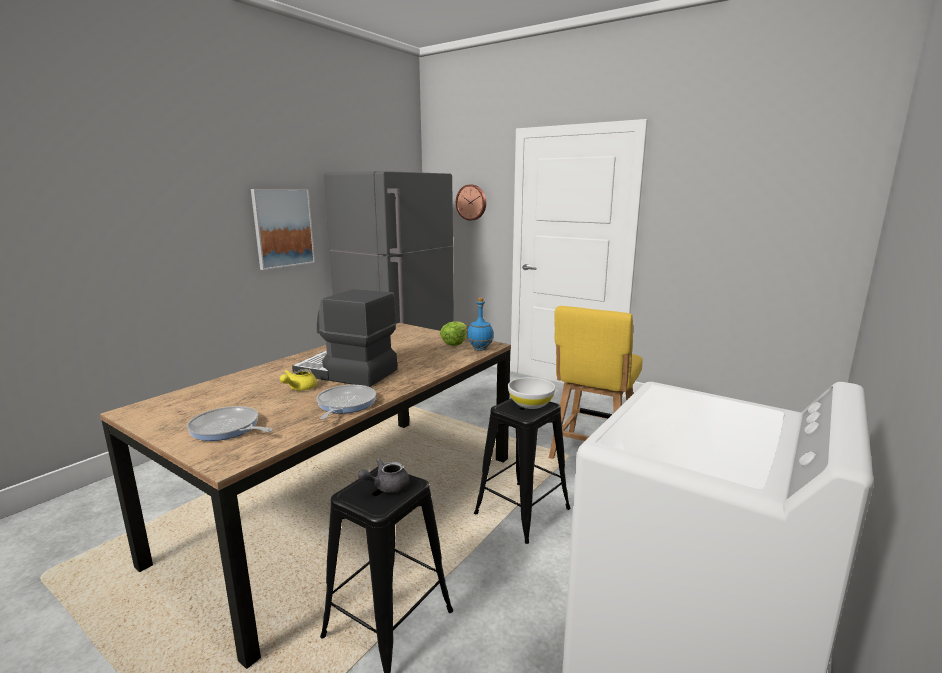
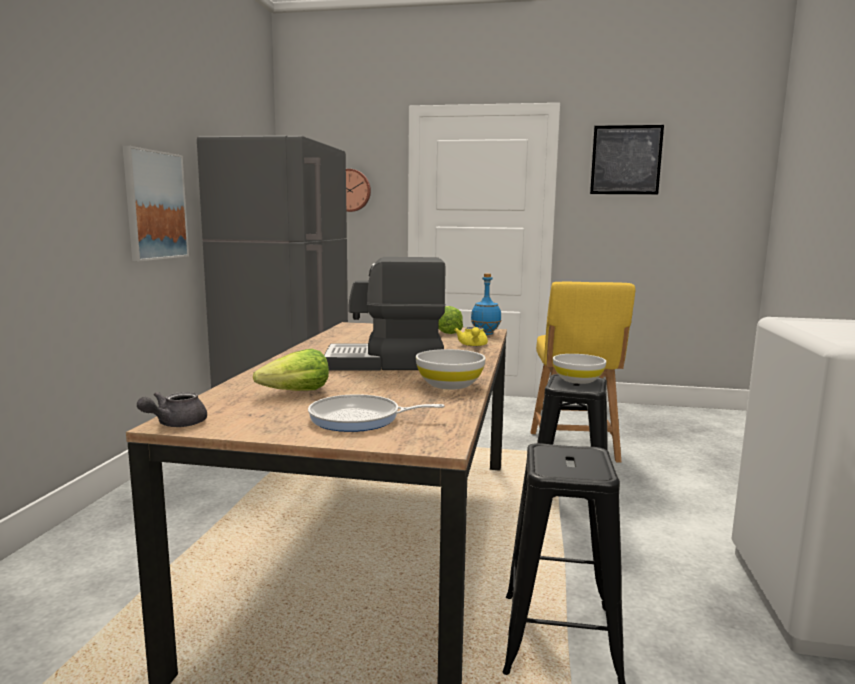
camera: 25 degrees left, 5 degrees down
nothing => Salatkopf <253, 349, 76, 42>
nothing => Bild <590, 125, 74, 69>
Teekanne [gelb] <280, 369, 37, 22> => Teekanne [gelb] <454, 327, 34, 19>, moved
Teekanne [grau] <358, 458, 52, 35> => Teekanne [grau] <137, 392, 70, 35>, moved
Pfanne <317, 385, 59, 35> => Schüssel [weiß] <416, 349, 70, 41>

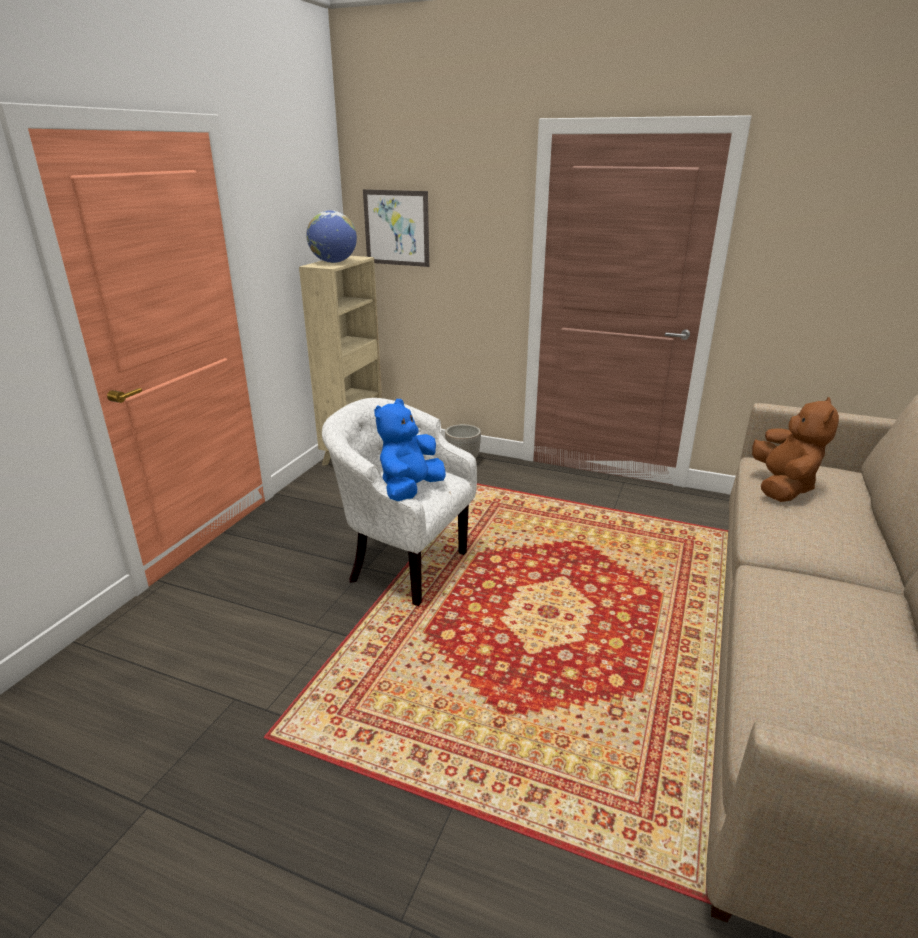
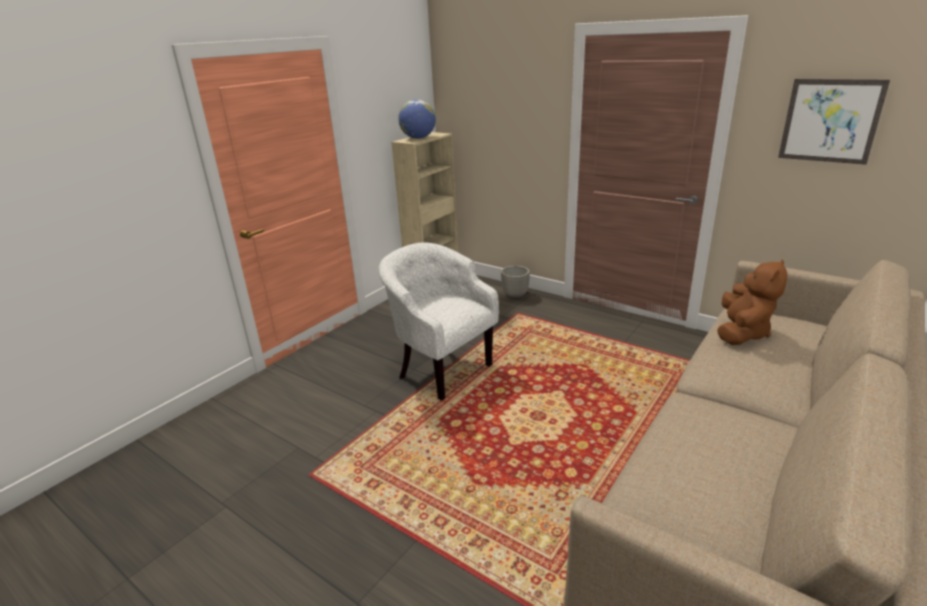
camera: 15 degrees right, 0 degrees up
Plüschtier [blau] <374, 399, 72, 102> => nothing
Bild <363, 189, 66, 78> => Bild <778, 79, 112, 86>, moved

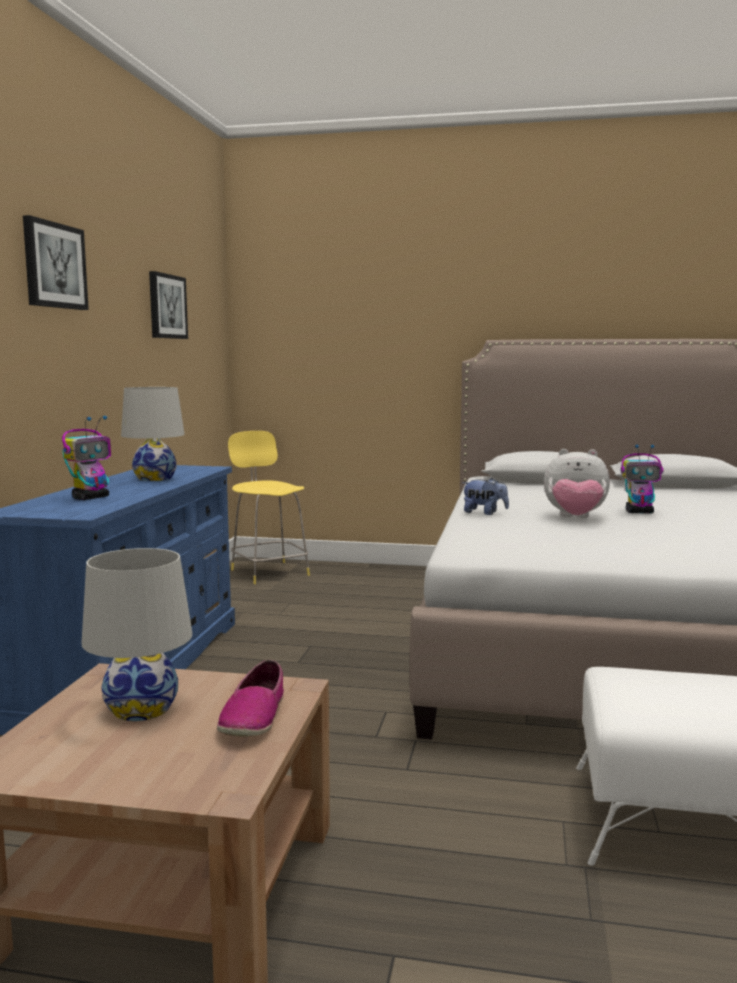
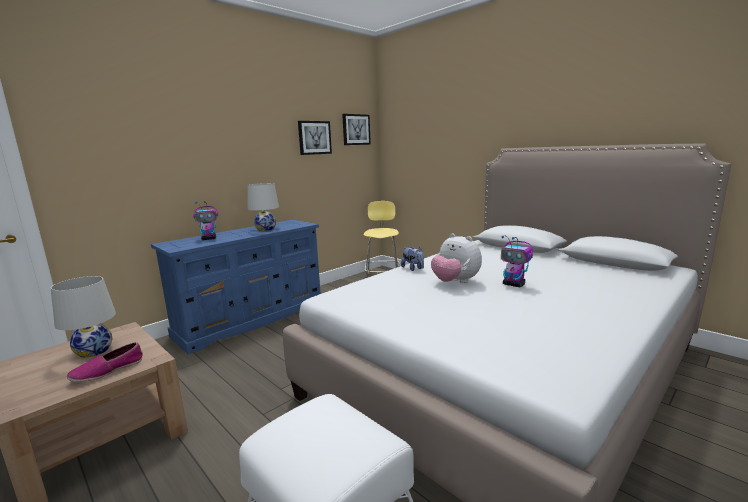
camera: 35 degrees right, 5 degrees up
Bild <23, 215, 66, 95> => Bild <342, 114, 29, 31>, moved

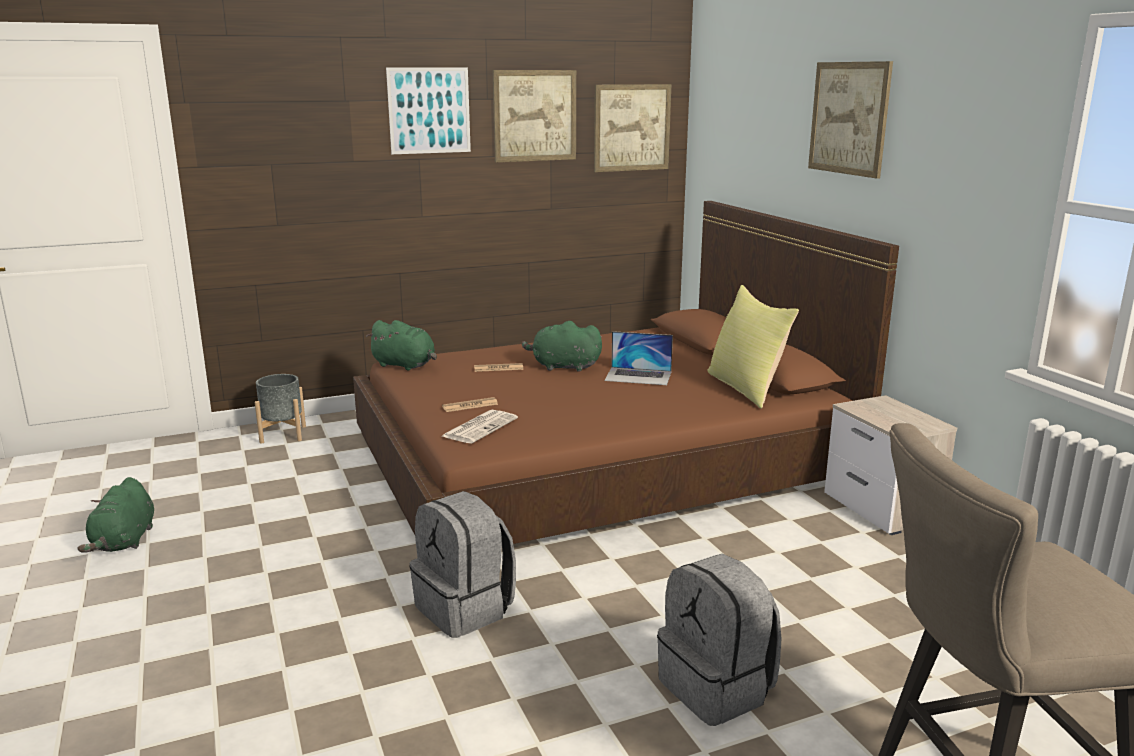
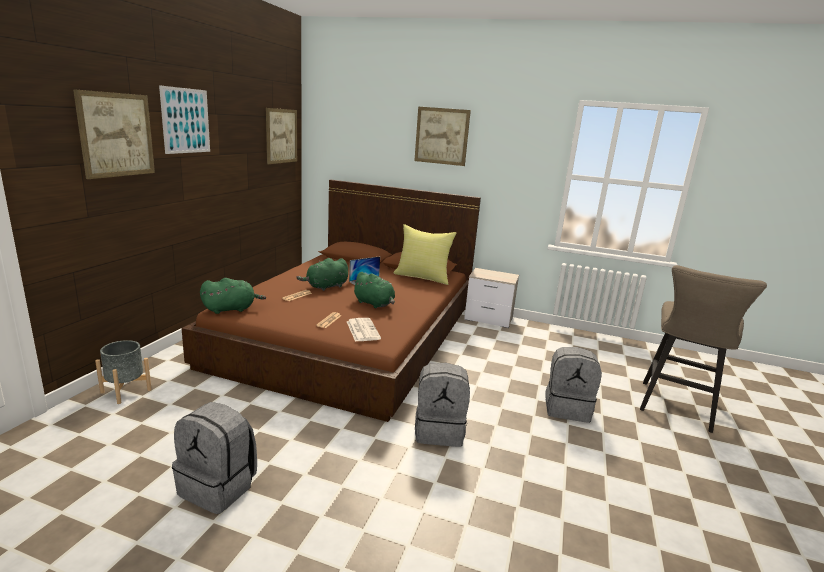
camera: 50 degrees left, 0 degrees up
nothing => Rucksack [grau] <172, 402, 85, 112>
Plüschtier [grün] <77, 477, 77, 76> => Plüschtier [grün] <352, 272, 43, 36>, moved
Bild <493, 70, 83, 92> => Bild <73, 89, 82, 90>, moved

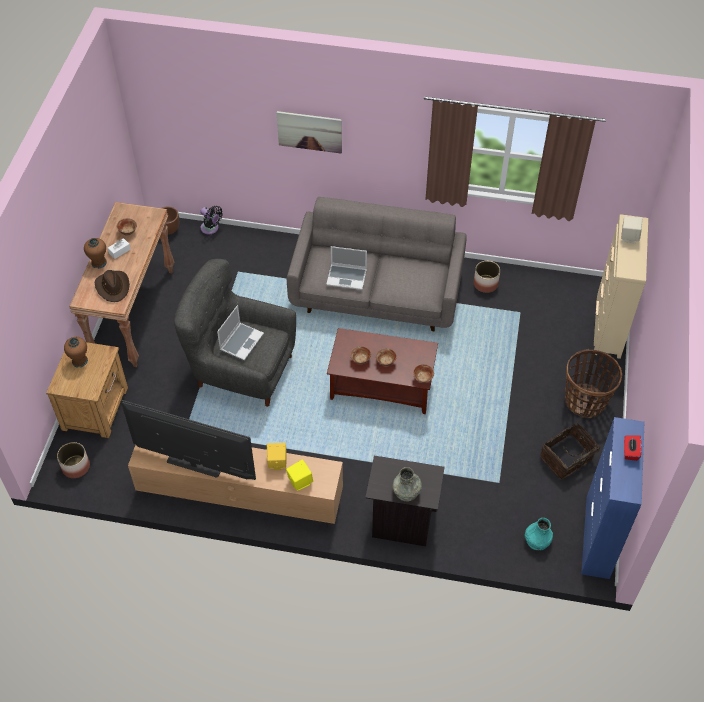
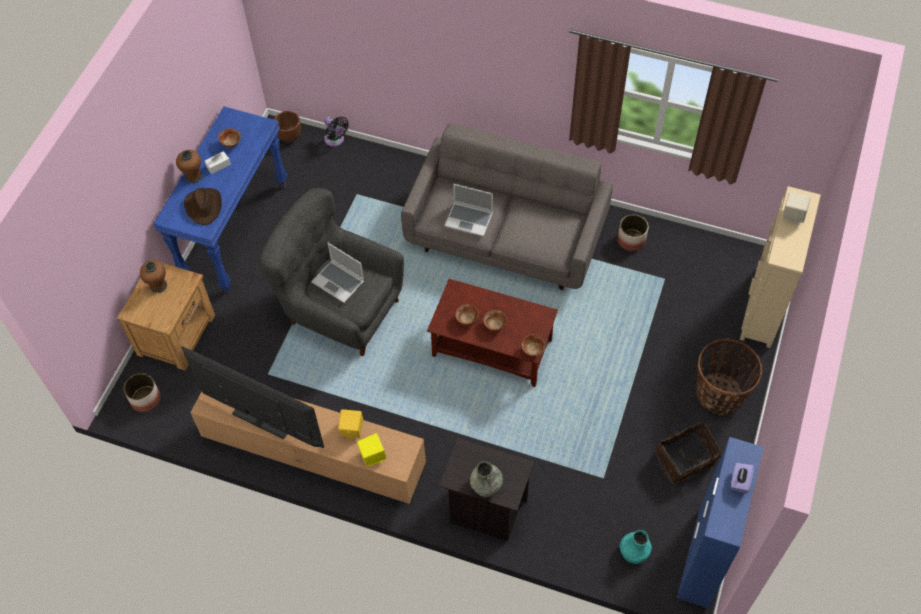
camera: 10 degrees right, 5 degrees up
Bild <277, 111, 65, 43> => nothing
Konsolentisch [braun] <69, 202, 105, 165> => Konsolentisch [blau] <153, 107, 134, 186>
Taschentuchbox [rot] <624, 435, 18, 26> => Taschentuchbox [lila] <731, 463, 23, 30>
Laptop <217, 305, 47, 55> => Laptop <311, 243, 53, 60>, 90 degrees clockwise

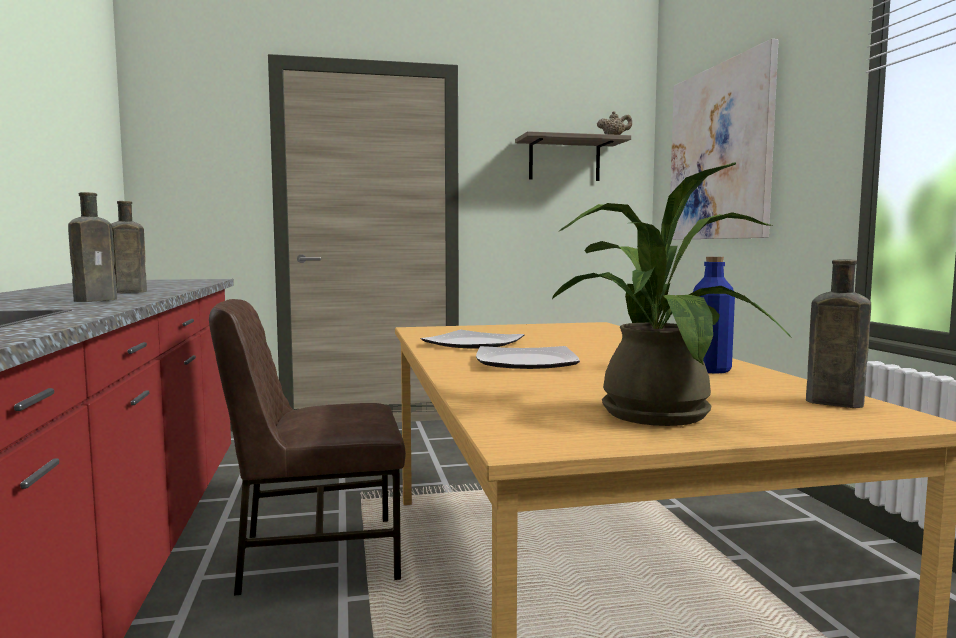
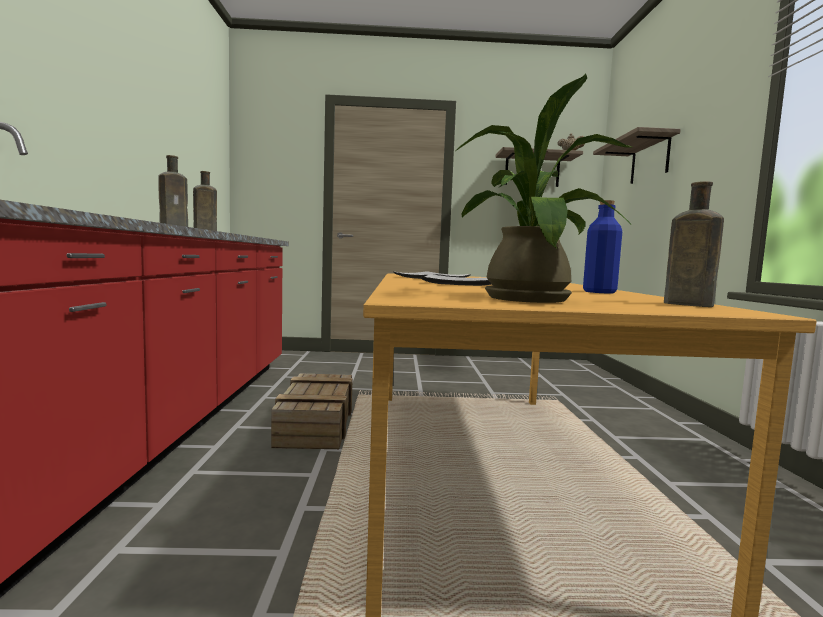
camera: 10 degrees right, 0 degrees up
Stuhl [braun] <209, 299, 197, 297> => Kiste <271, 373, 82, 76>
Bild <670, 39, 109, 201> => Wandregal <593, 127, 88, 57>

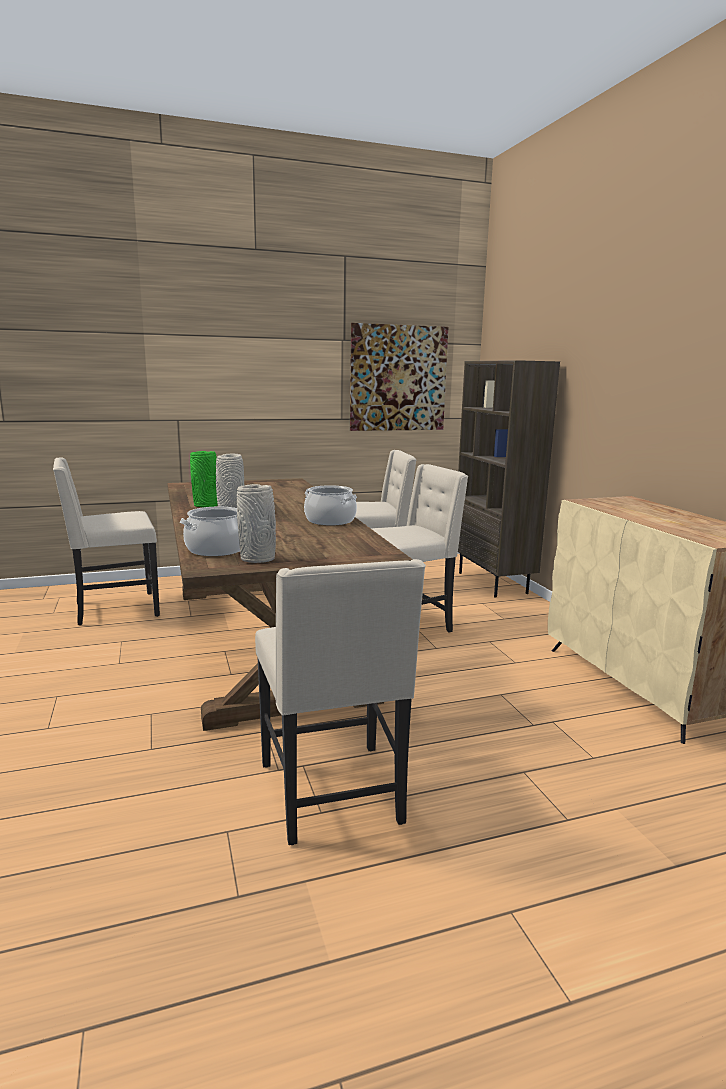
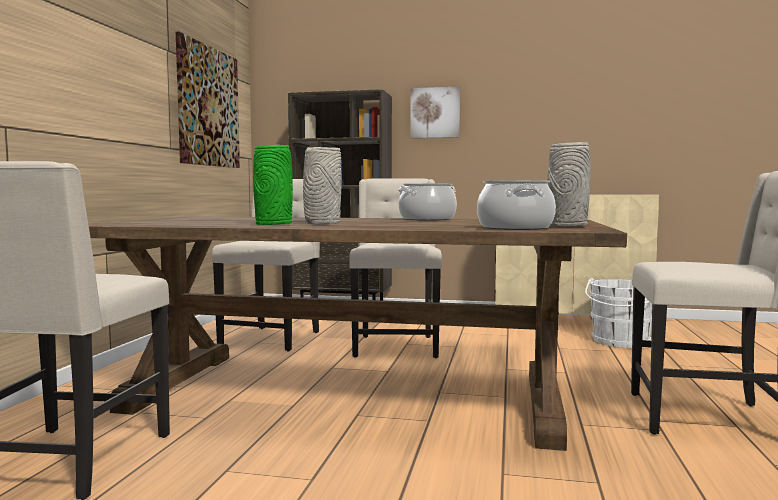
camera: 60 degrees left, 10 degrees down
nothing => Bild <410, 86, 50, 52>
nothing => Eimer [weiß] <585, 278, 67, 70>

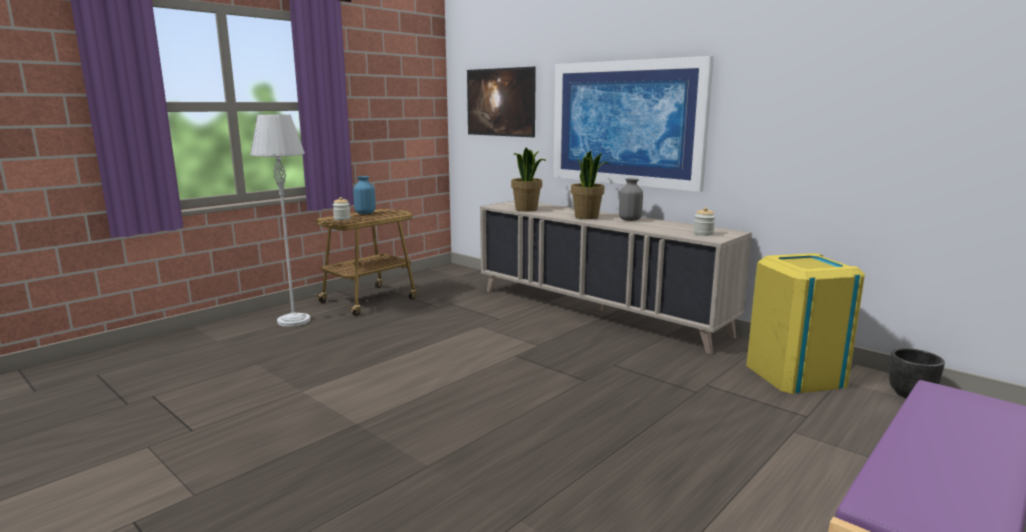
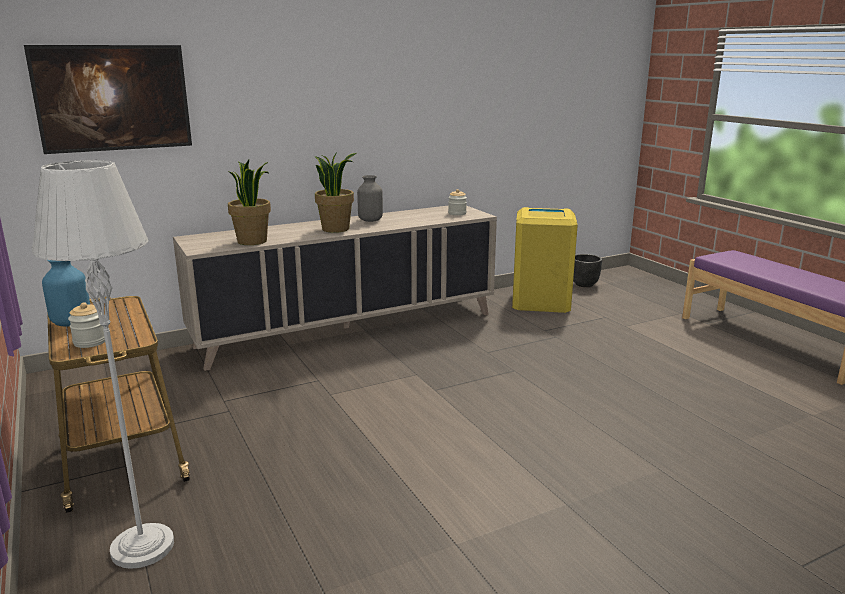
camera: 70 degrees left, 5 degrees up
Bild <553, 56, 161, 136> => nothing

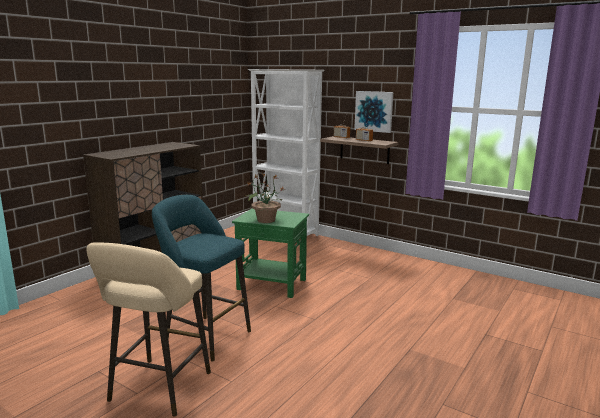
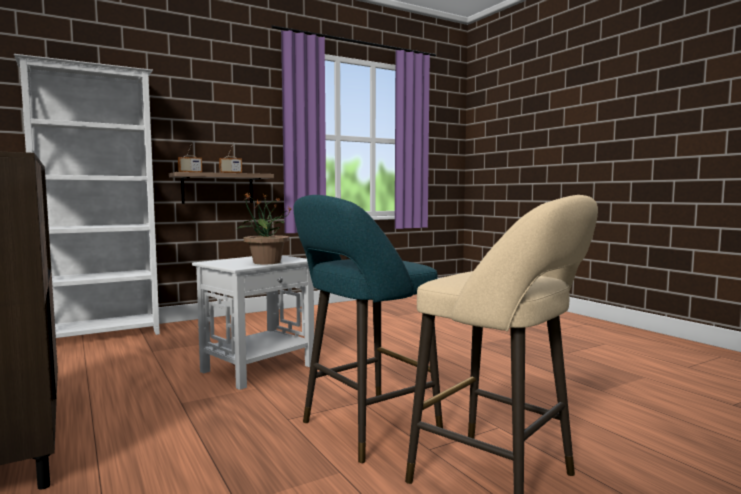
camera: 65 degrees left, 10 degrees down
Bild <354, 91, 39, 42> => nothing
Beistelltisch [grün] <232, 208, 77, 90> => Beistelltisch [weiß] <192, 255, 122, 135>

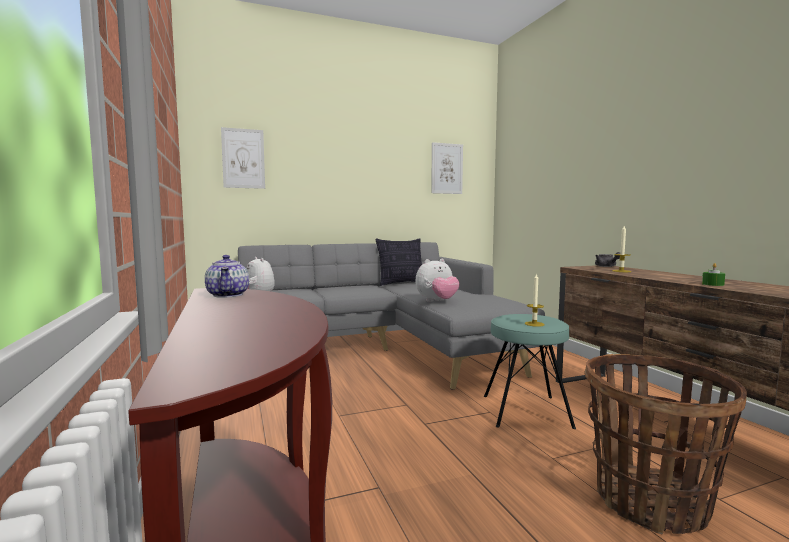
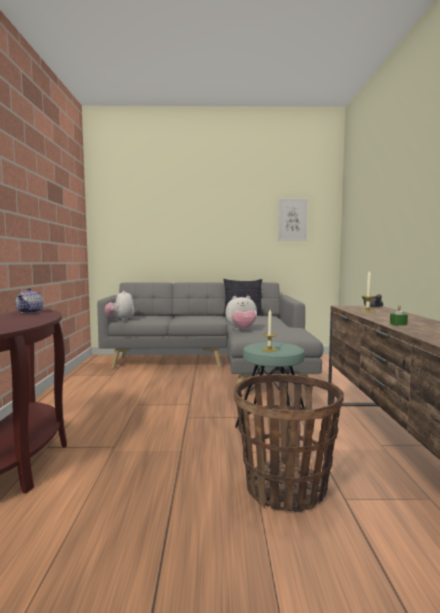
camera: 20 degrees right, 0 degrees up
Bild <221, 127, 44, 62> => nothing

